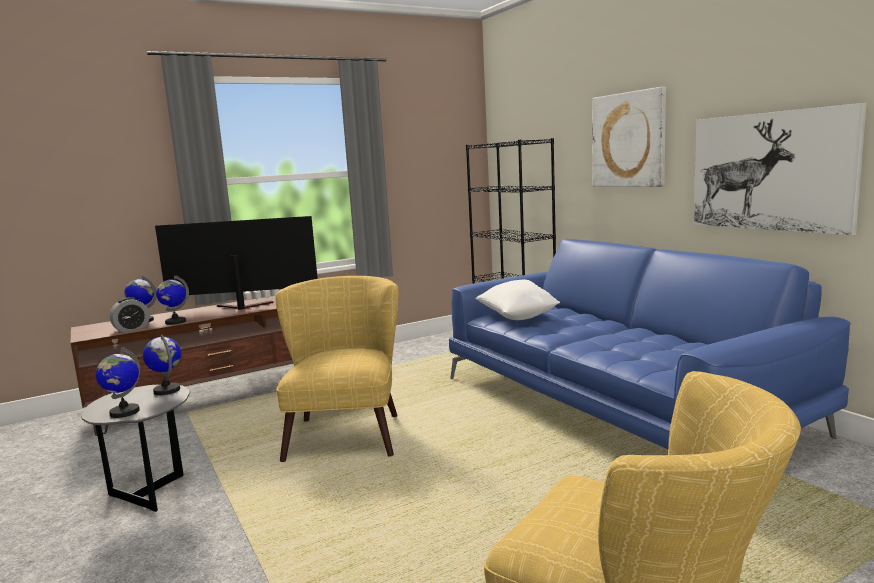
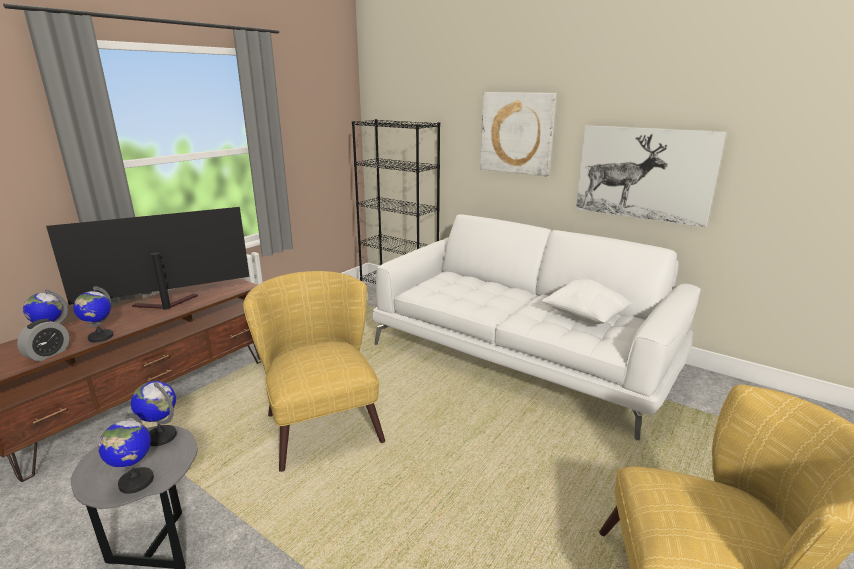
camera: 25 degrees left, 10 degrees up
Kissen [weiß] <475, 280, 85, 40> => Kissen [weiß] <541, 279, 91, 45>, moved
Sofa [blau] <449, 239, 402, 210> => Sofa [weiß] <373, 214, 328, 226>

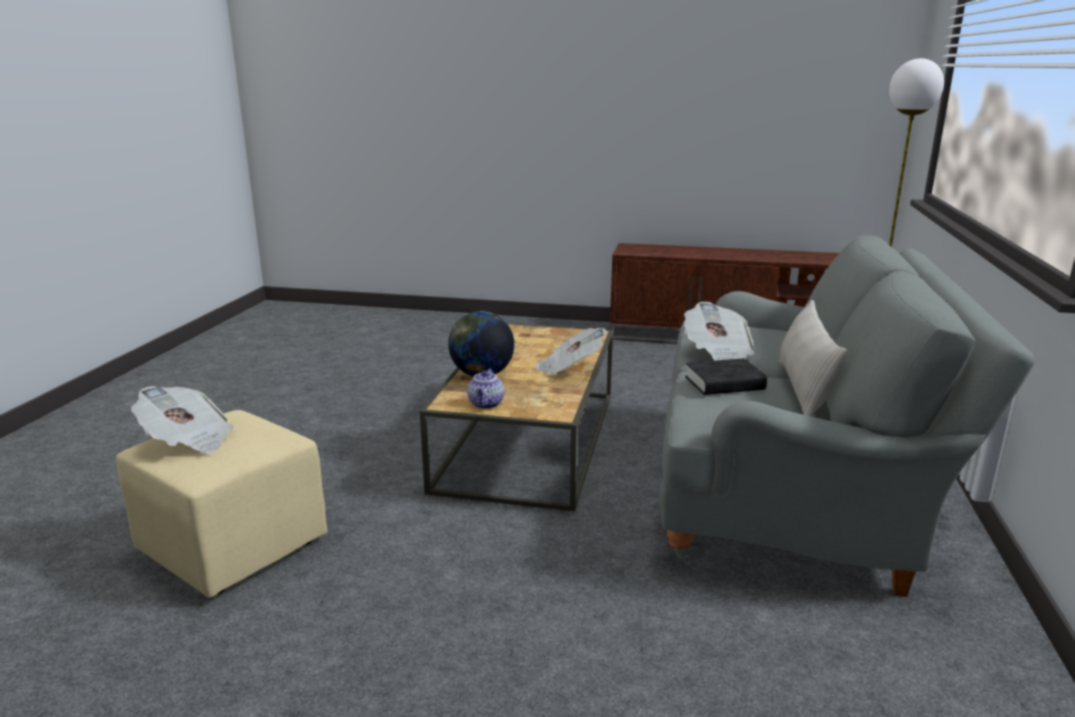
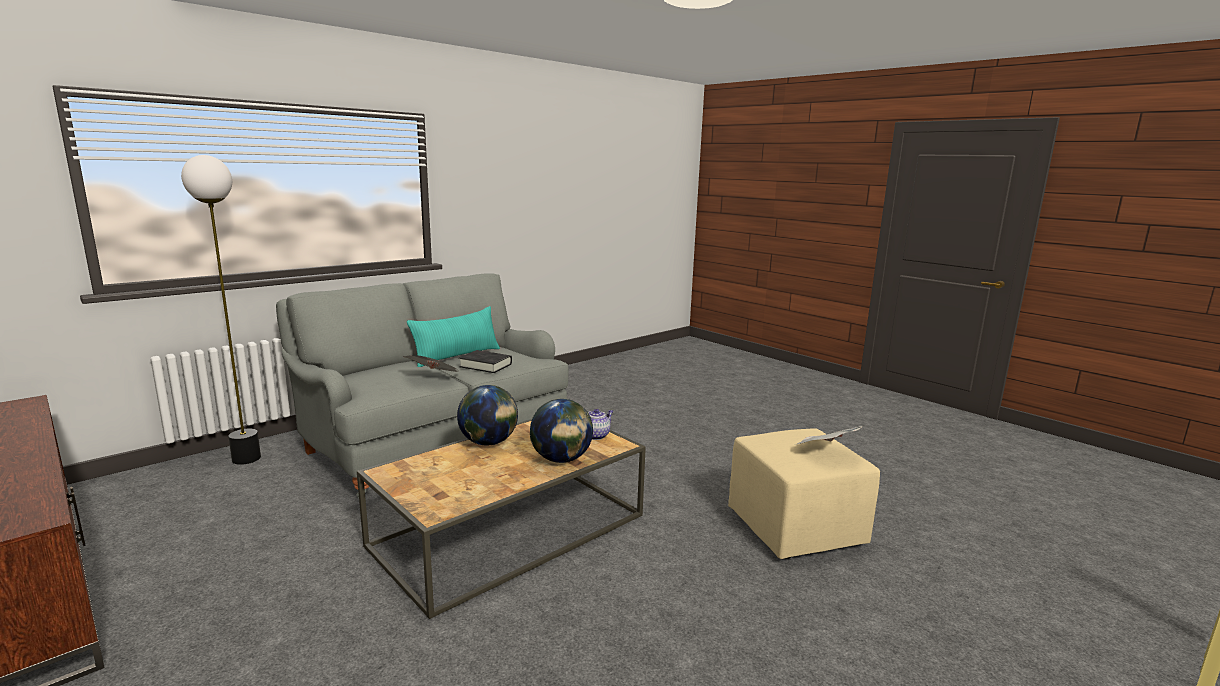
camera: 145 degrees left, 5 degrees down
Zeitung <535, 328, 72, 47> => Globus <457, 385, 61, 61>
Kissen [beige] <779, 300, 68, 116> => Kissen [türkis] <407, 306, 93, 61>

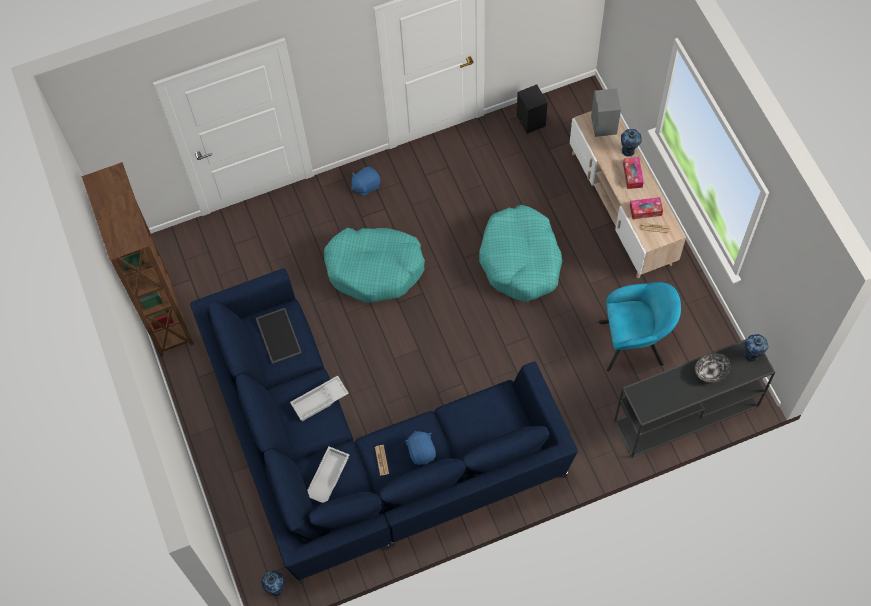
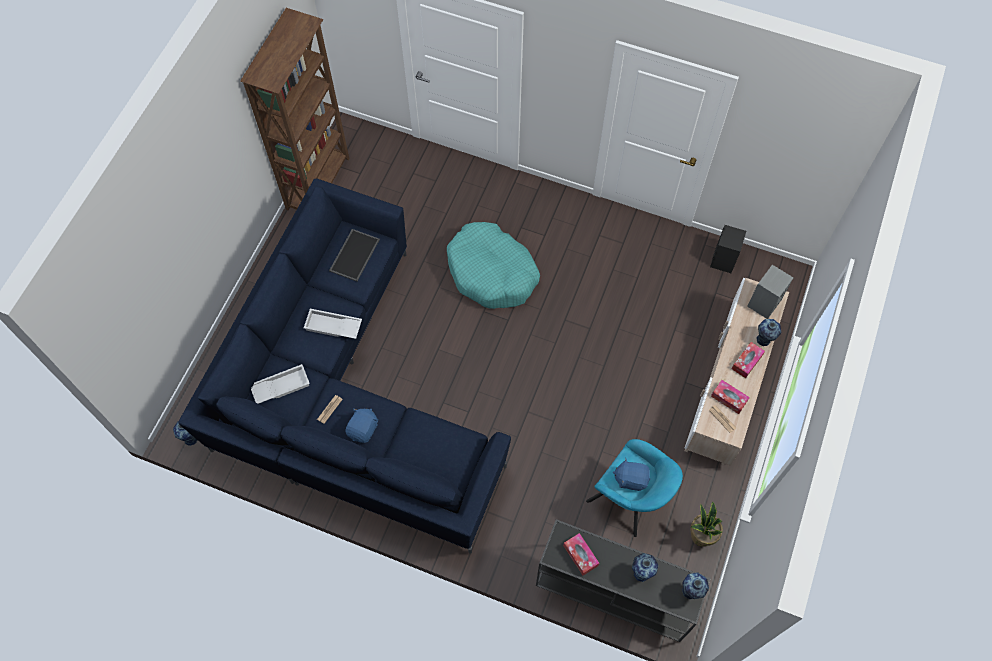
camera: 40 degrees right, 0 degrees up
Hundebett [türkis] <479, 205, 84, 97> => nothing
nothing => Taschentuchbox <563, 533, 36, 42>
nothing => Topfpflanze <690, 502, 33, 45>
Plüschtier [blau] <351, 167, 30, 29> => Plüschtier [blau] <613, 459, 37, 32>, moved
Schüssel <694, 353, 37, 30> => Vase <632, 553, 26, 29>

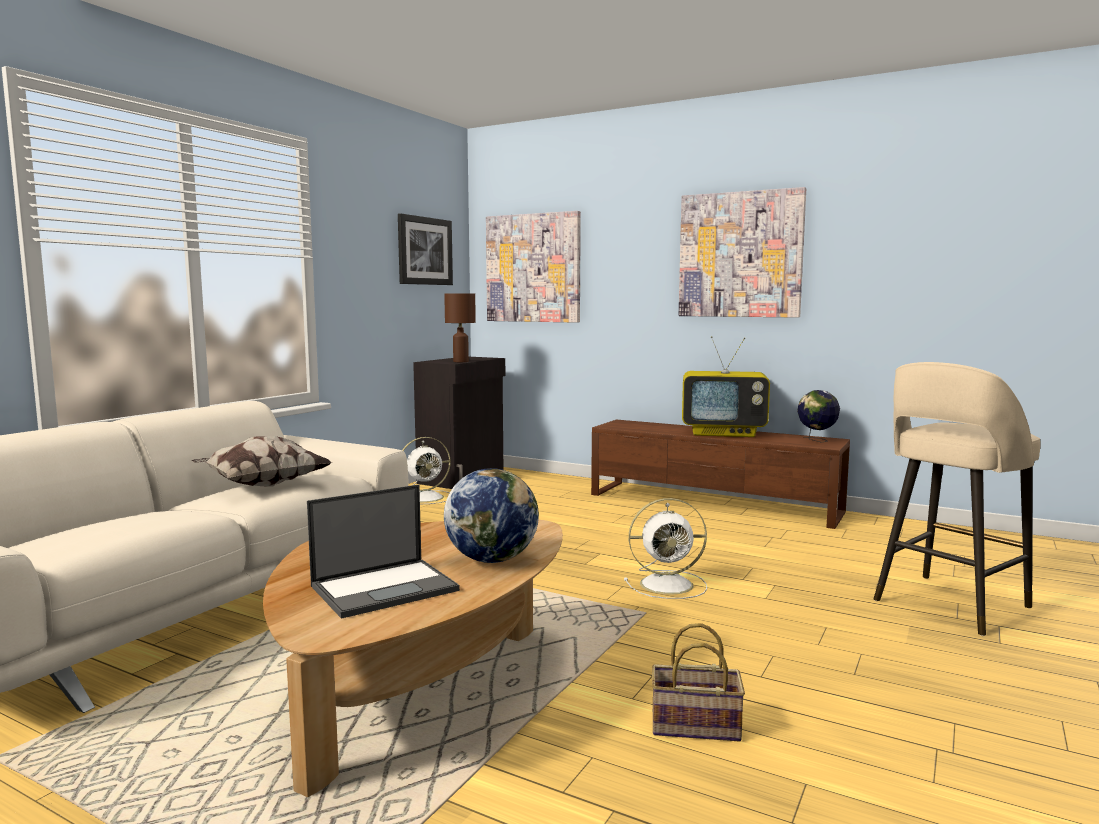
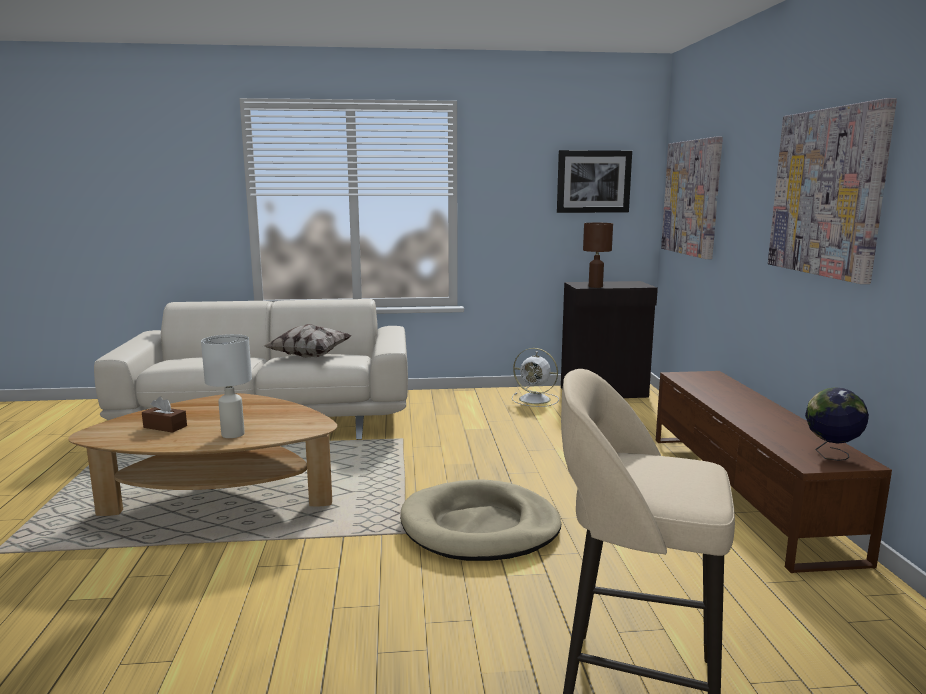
camera: 55 degrees right, 5 degrees up
Korb <652, 623, 93, 118> => nothing
Fernseher <682, 336, 88, 101> => nothing
Laptop <307, 484, 153, 135> => Taschentuchbox [braun] <142, 396, 45, 37>
Globus <444, 468, 95, 95> => Tischlampe [weiß] <201, 334, 51, 104>
Ventilator [weiß] <624, 498, 83, 101> => Hundebett [beige] <400, 479, 161, 82>

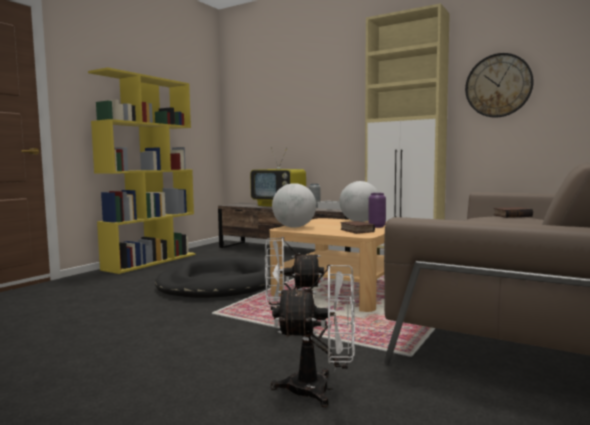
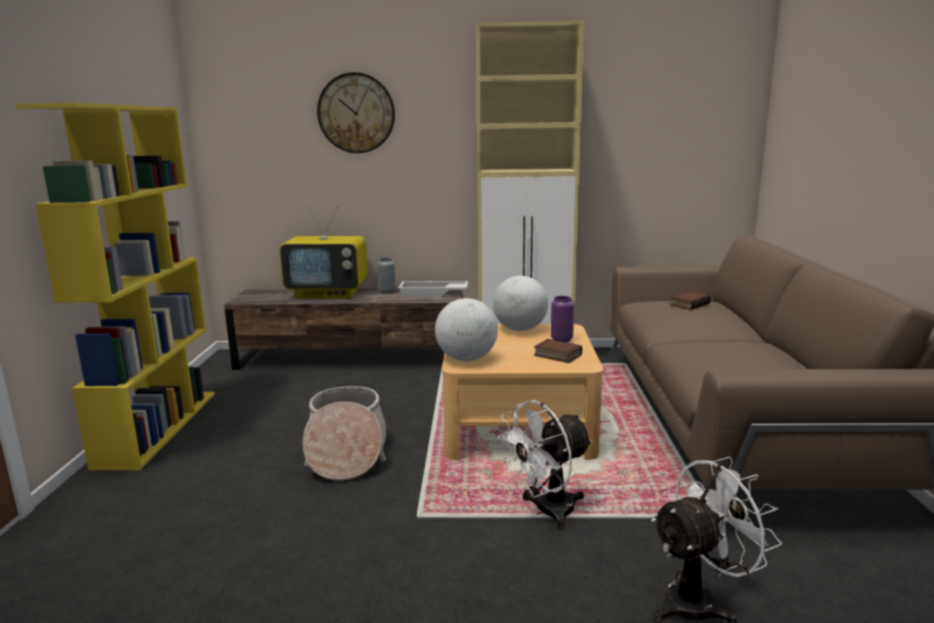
camera: 30 degrees left, 10 degrees up
Wanduhr <465, 53, 69, 65> => Wanduhr <317, 72, 78, 81>, moved
Hundebett [schwarz] <155, 256, 116, 42> => Korb <303, 386, 83, 94>

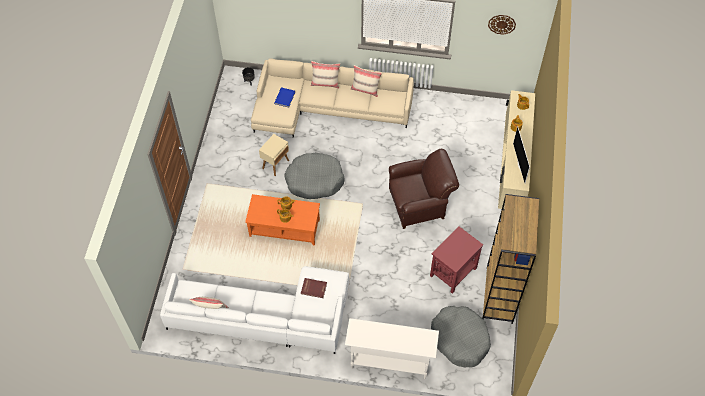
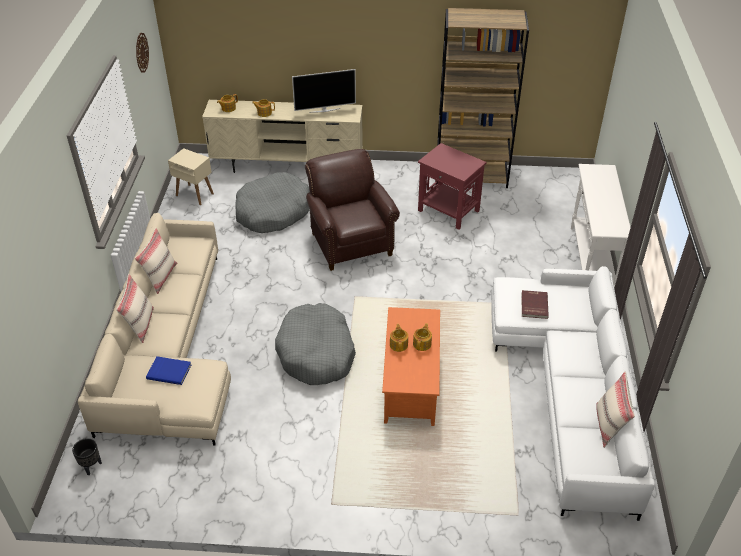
camera: 95 degrees left, 15 degrees down
Beistelltisch [beige] <259, 134, 30, 42> => Beistelltisch [beige] <168, 148, 46, 57>, moved
Hundebett [grau] <431, 306, 60, 62> => Hundebett [grau] <235, 172, 75, 61>, moved

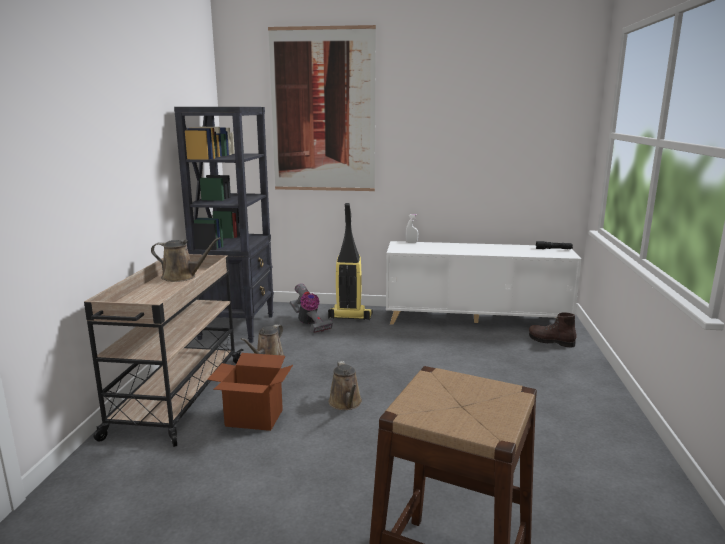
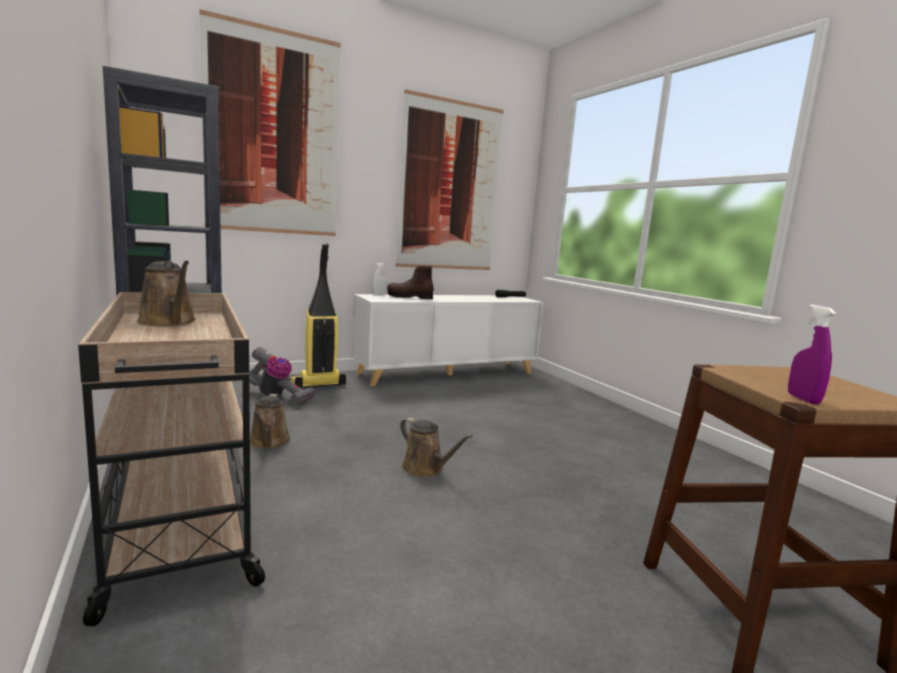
camera: 35 degrees left, 5 degrees down
Karton <207, 353, 86, 78> => nothing
nothing => Bild <396, 89, 108, 181>
nothing => Sprühflasche [lila] <788, 305, 48, 99>
Stiefel [braun] <529, 312, 48, 35> => Stiefel [braun] <387, 266, 47, 33>, moved
Gießkanne [braun] <151, 237, 70, 45> => Gießkanne [braun] <137, 261, 59, 65>, 75 degrees clockwise

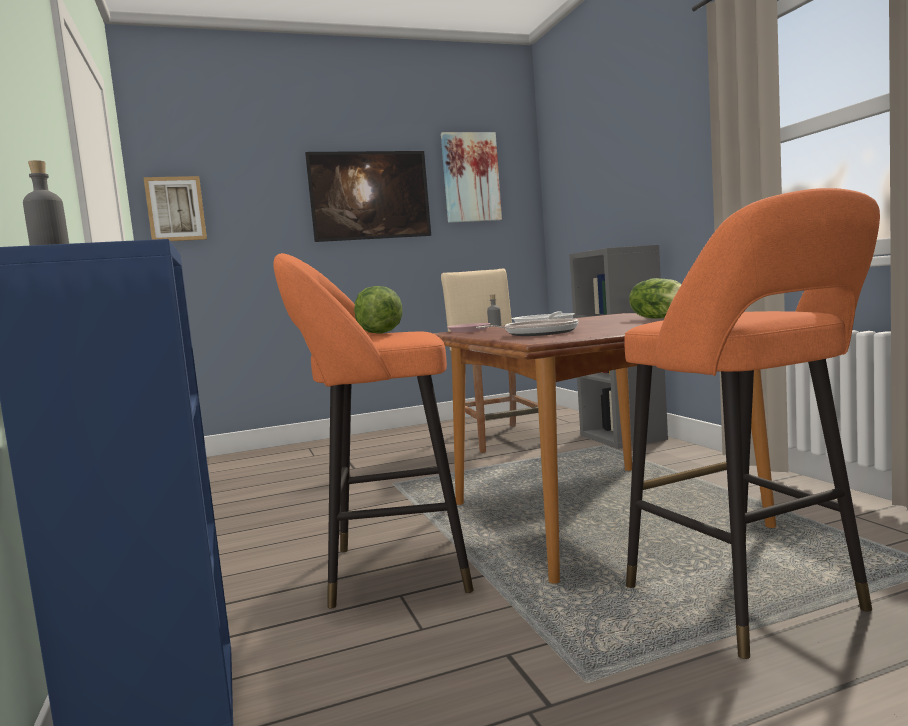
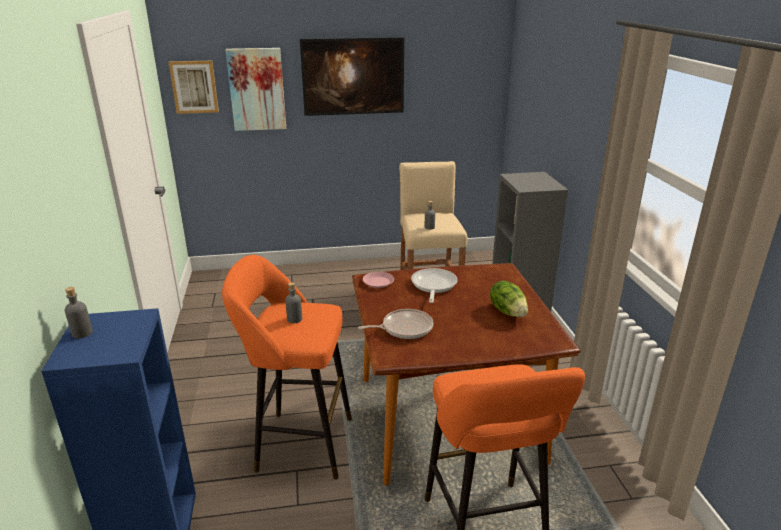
camera: 10 degrees right, 20 degrees up
Bild <441, 132, 61, 91> => Bild <225, 48, 61, 83>, moved
Salatkopf <354, 286, 48, 48> => Flasche [grau] <285, 282, 17, 41>

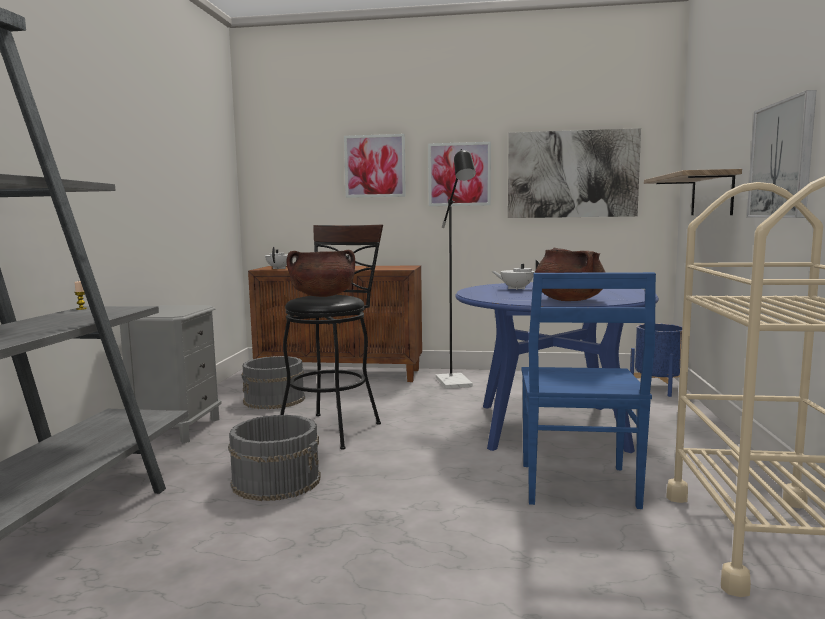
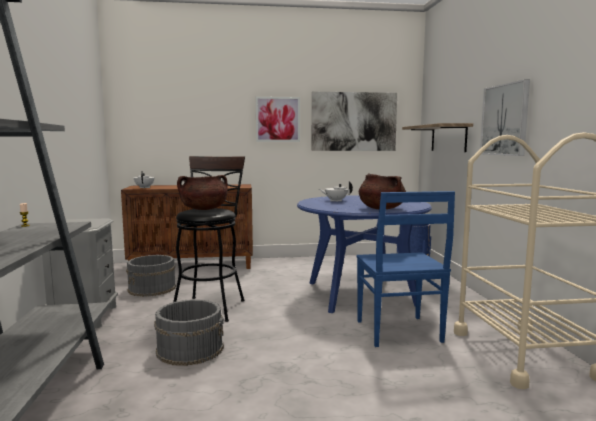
camera: 15 degrees left, 0 degrees up
Bild <344, 134, 62, 64> => nothing
Stehlampe [schwarz] <436, 149, 40, 240> => nothing

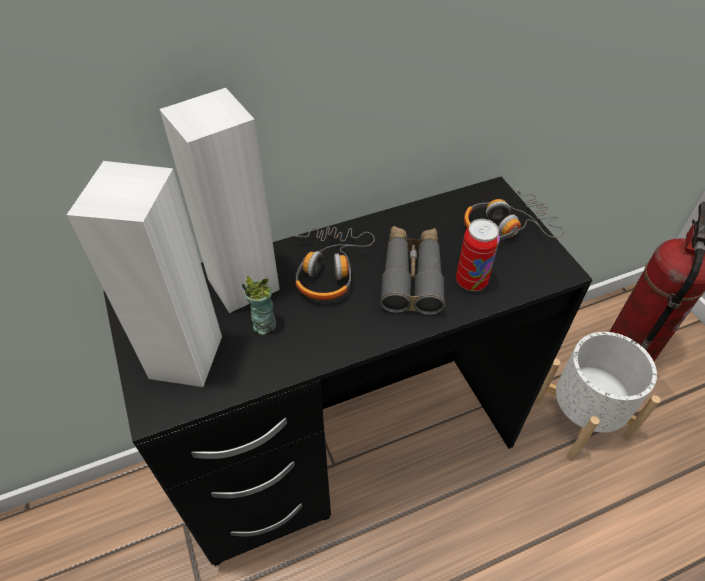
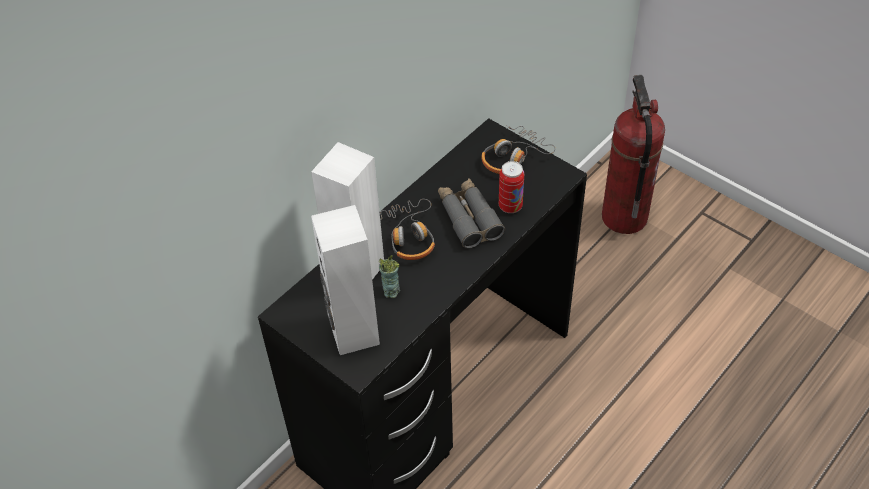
camera: 25 degrees left, 0 degrees up
Pflanzkübel [weiß] <534, 332, 127, 129> => nothing

